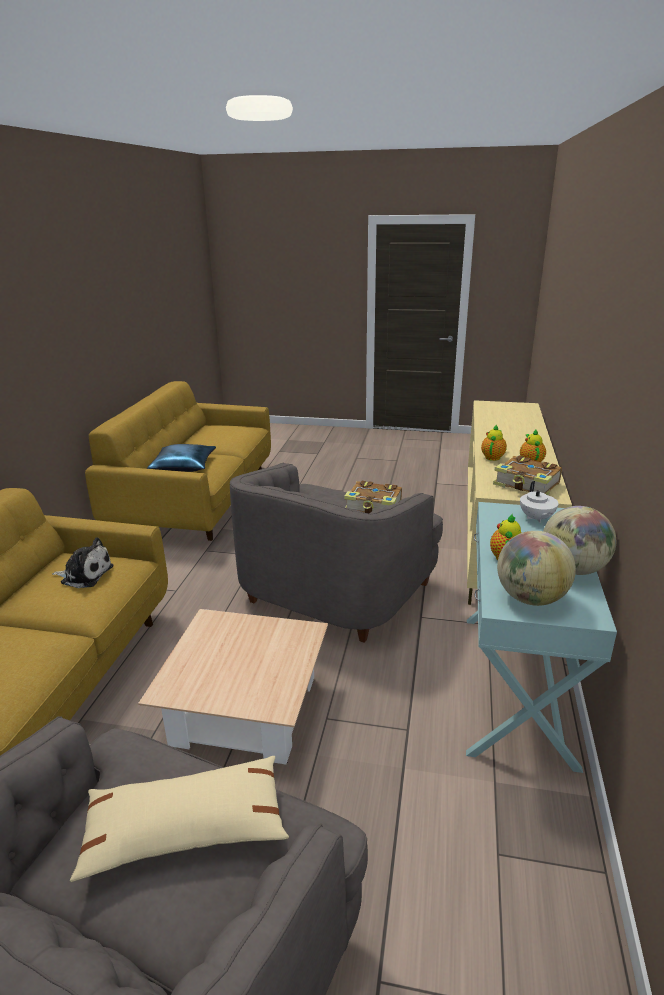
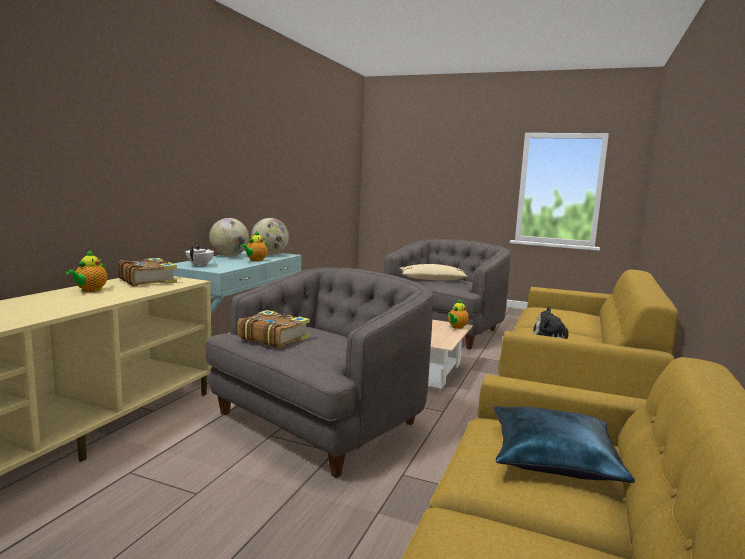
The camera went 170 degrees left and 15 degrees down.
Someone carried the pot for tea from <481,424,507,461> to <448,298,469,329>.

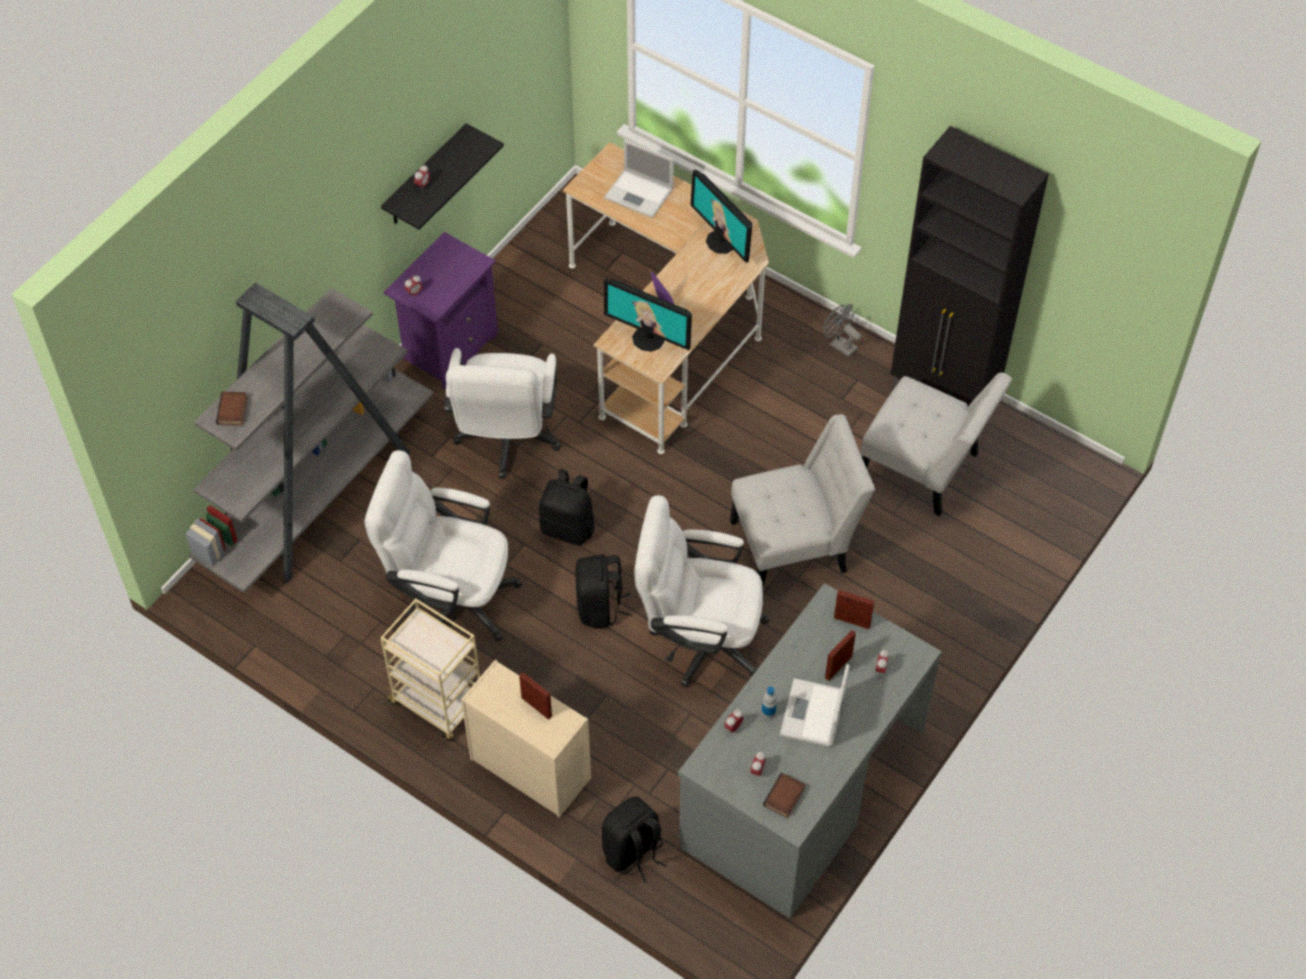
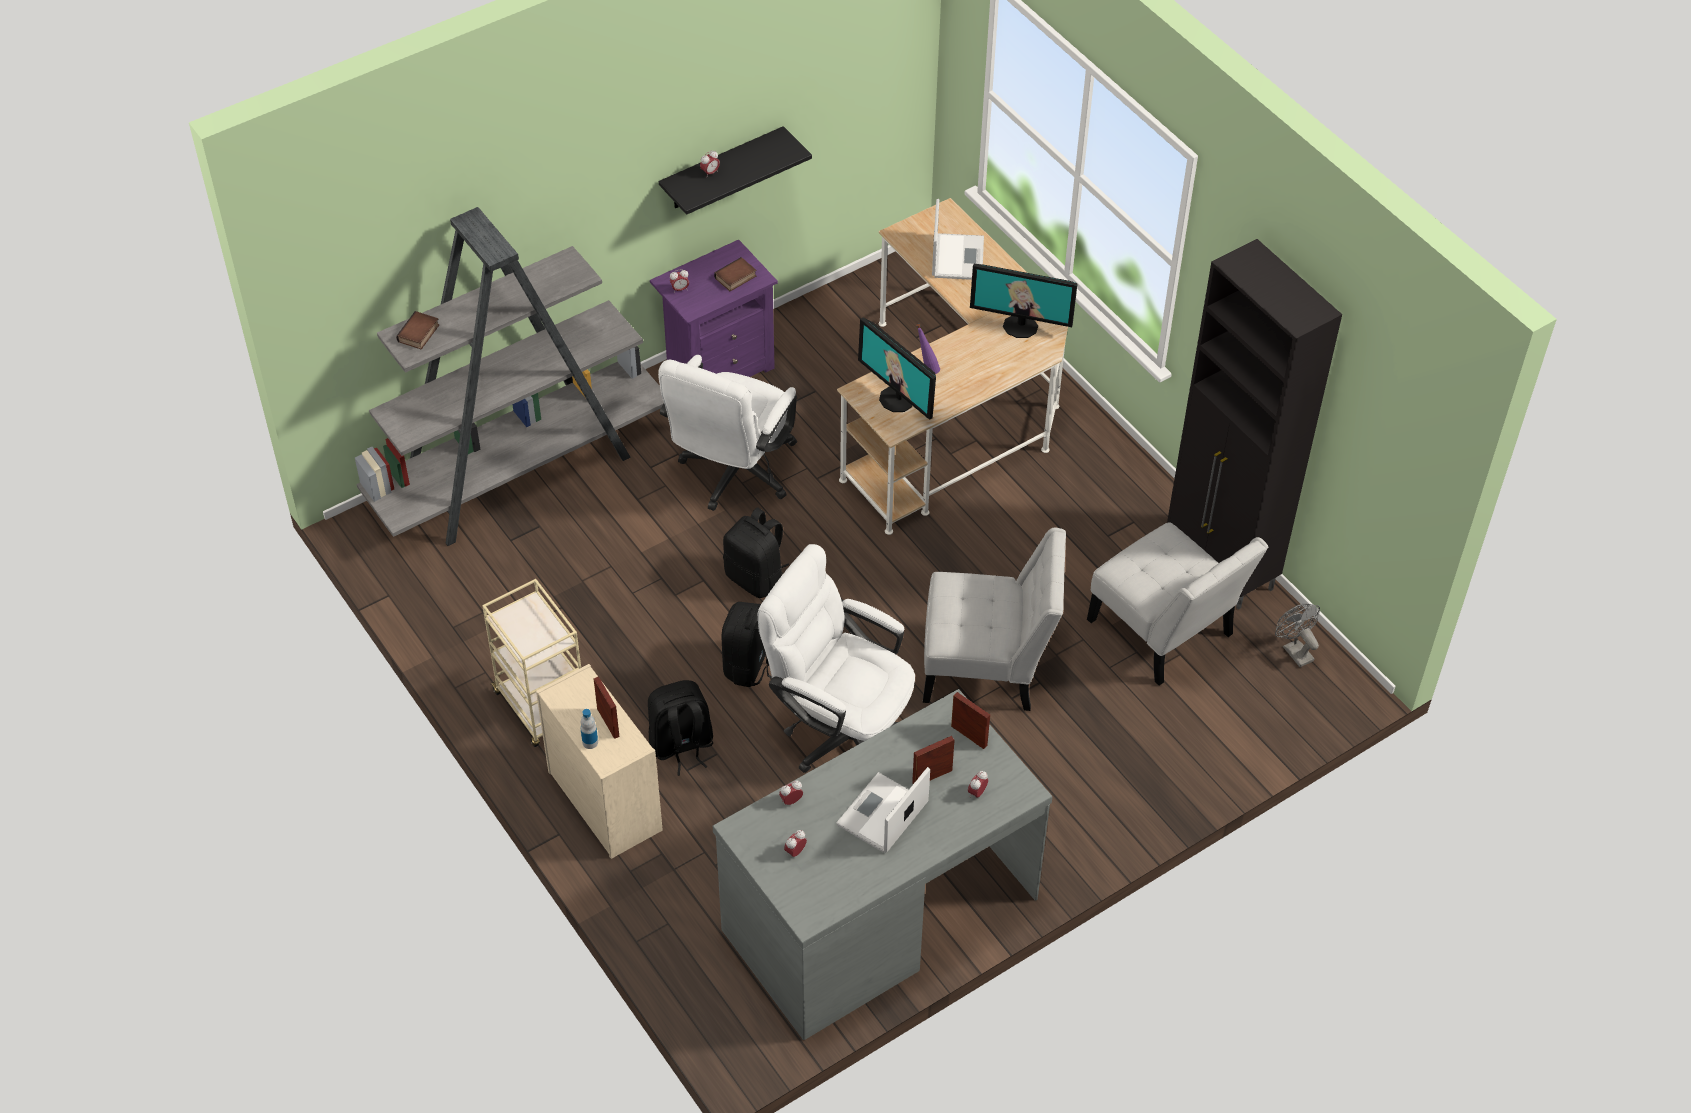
The camera went 20 degrees right and 5 degrees down.
Someone rotated the laptop at <604,140,674,218> by 135 degrees counterclockwise.
Someone rotated the computer display at <691,169,752,263> by 60 degrees counterclockwise.
Someone carried the gray cooling fan from <823,304,861,357> to <1275,604,1320,667>.
Someone took away the whitish desk chair at <365,450,522,642>.
Someone carried the drink bottle from <761,686,777,719> to <580,709,598,749>.
Someone carried the book from <763,773,805,818> to <714,257,757,291>.
Someone carried the black-coloured backpack from <602,797,666,883> to <648,680,713,776>.

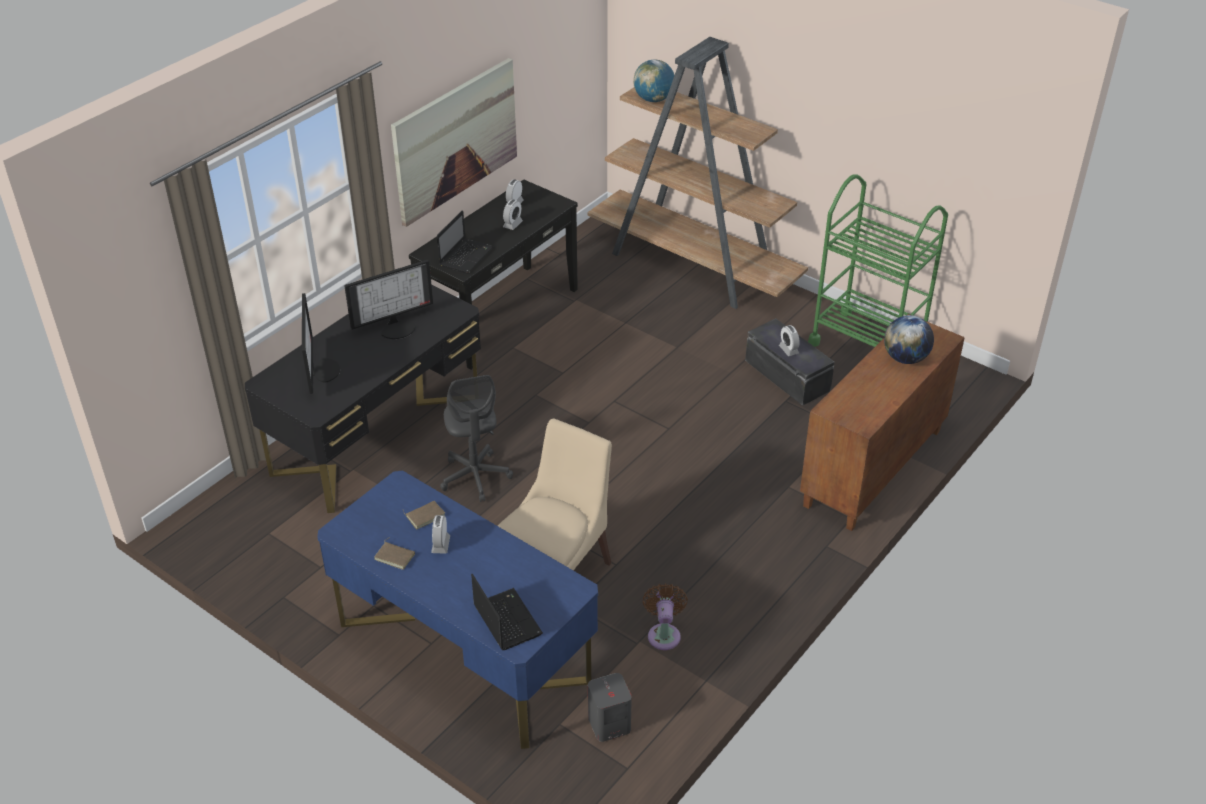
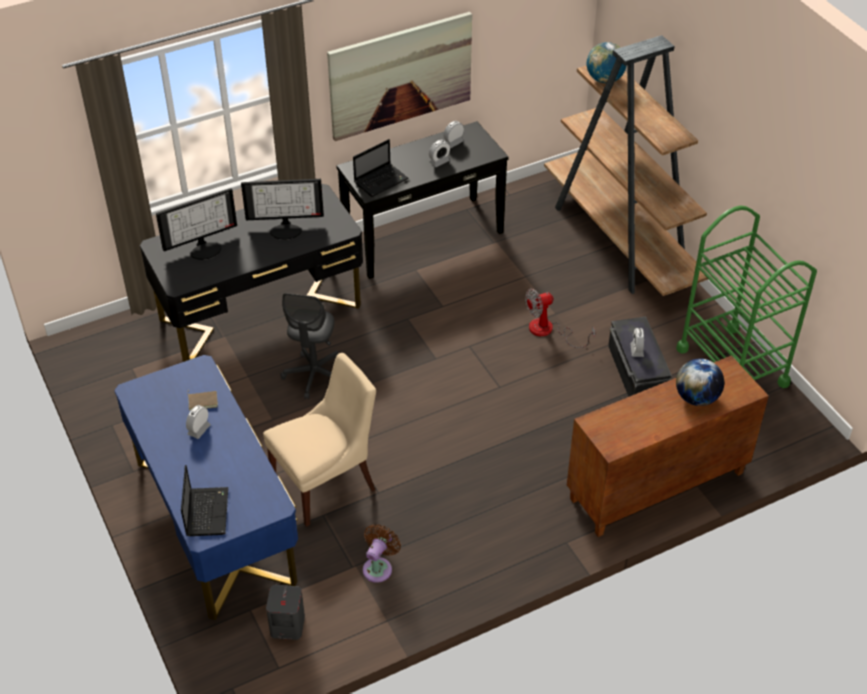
The camera went 25 degrees right and 5 degrees up.
Someone rotated the computer display at <302,293,340,394> by 45 degrees clockwise.
Someone took away the brown book at <374,537,415,570>.
Someone put down the cooling fan at <525,289,596,348>.

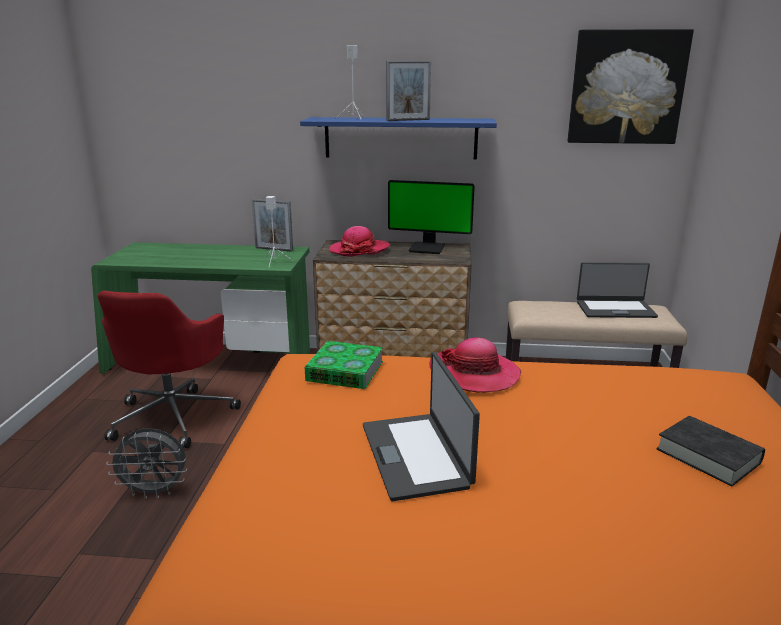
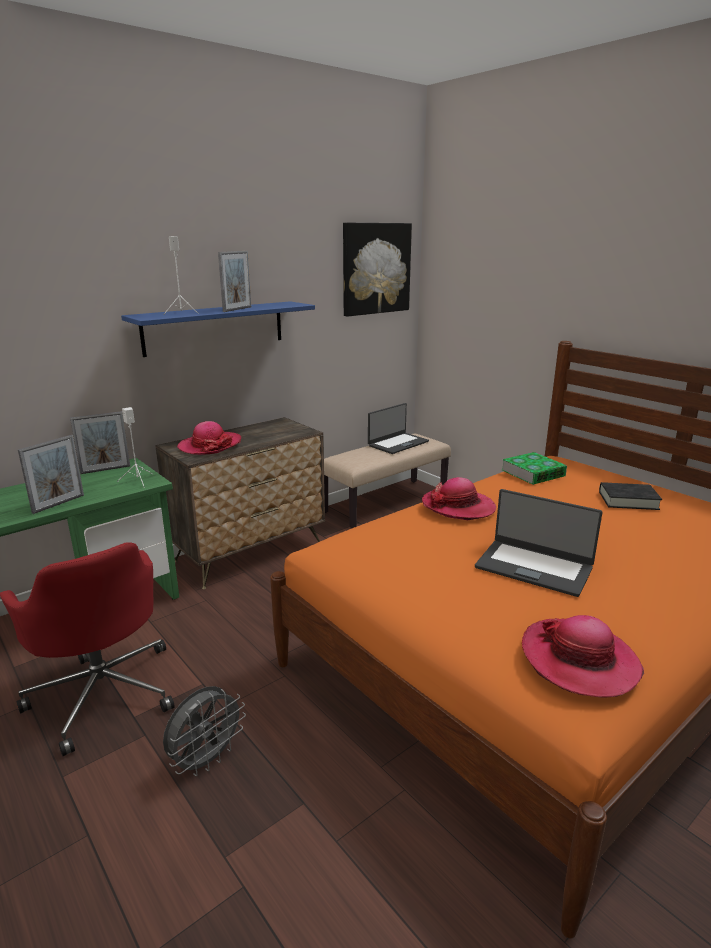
The camera went 45 degrees left and 0 degrees up.
Someone took away the computer display at <388,180,475,254>.
Someone carried the book from <305,341,383,389> to <502,452,567,485>.
Someone put down the standing frame at <18,435,84,514>.
Someone put down the hat at <522,615,644,698>.

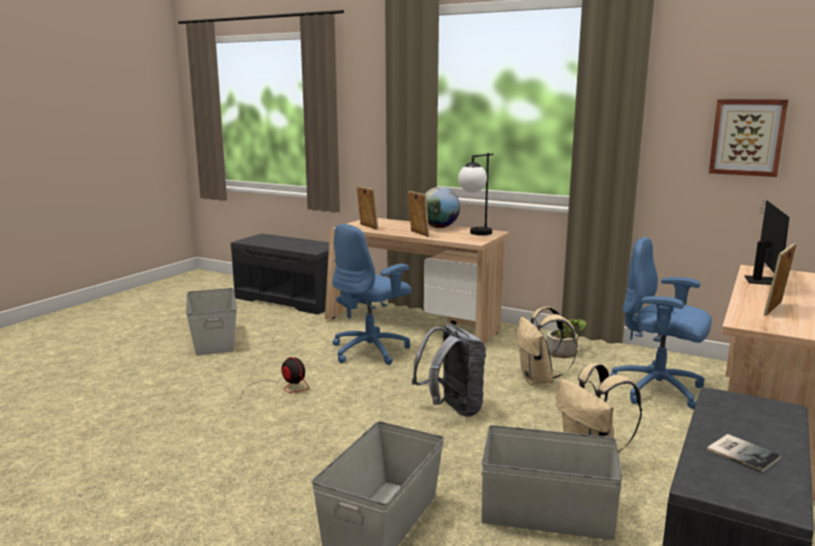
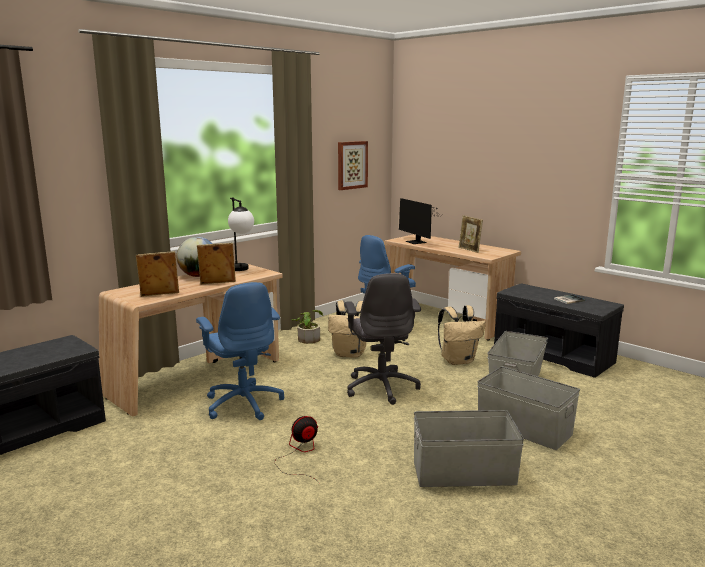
The camera went 75 degrees left and 0 degrees up.
Someone rotated the computer display at <745,200,789,285> by 150 degrees counterclockwise.
Someone carried the gray storage container from <186,288,237,355> to <414,410,524,487>.
Someone swapped the gray backpack at <412,324,486,417> for the gray desk chair at <344,273,421,405>.

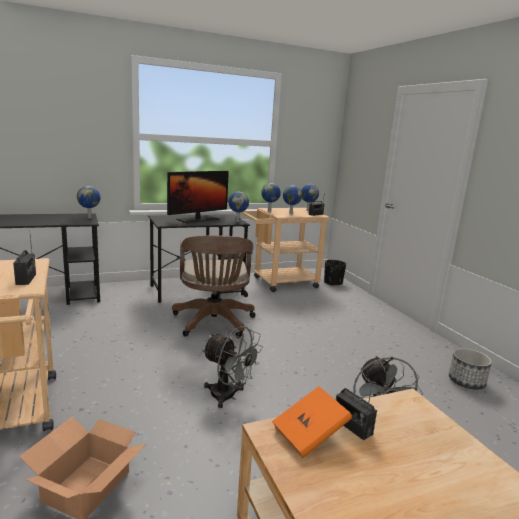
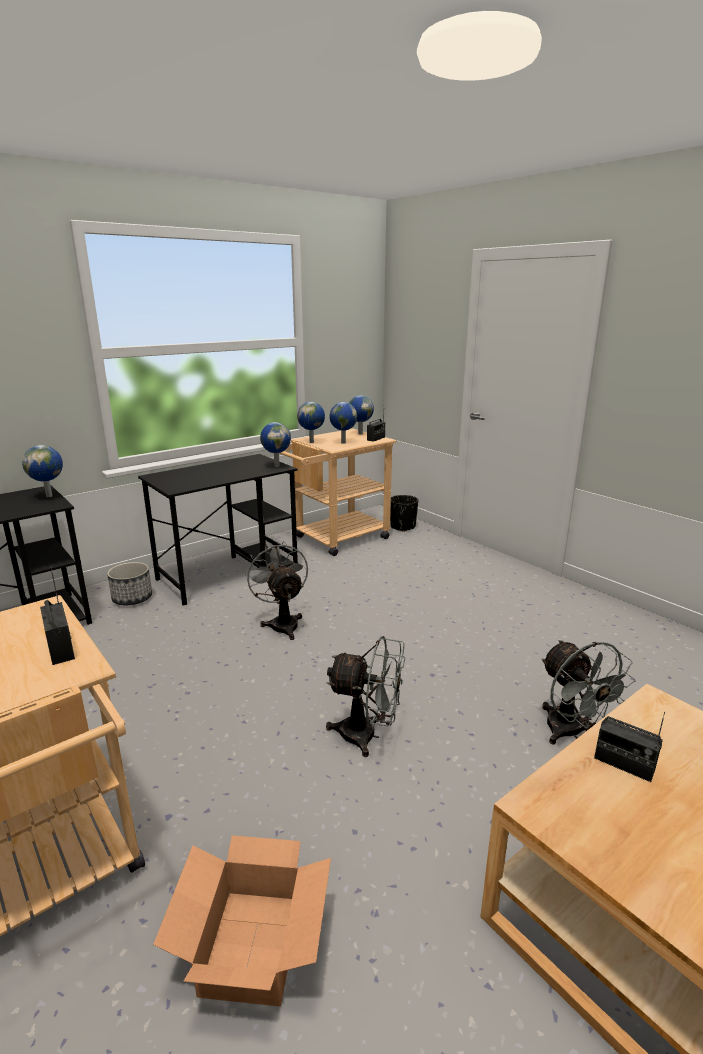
The camera went 15 degrees left and 5 degrees up.
Someone took away the computer display at <167,171,229,223>.
Someone swapped the brown desk chair at <172,235,255,338> for the gray cooling fan at <244,541,308,640>.
Someone carried the planter from <449,348,492,389> to <107,562,152,605>.
Someone took away the orange-coloured book at <272,386,352,459>.

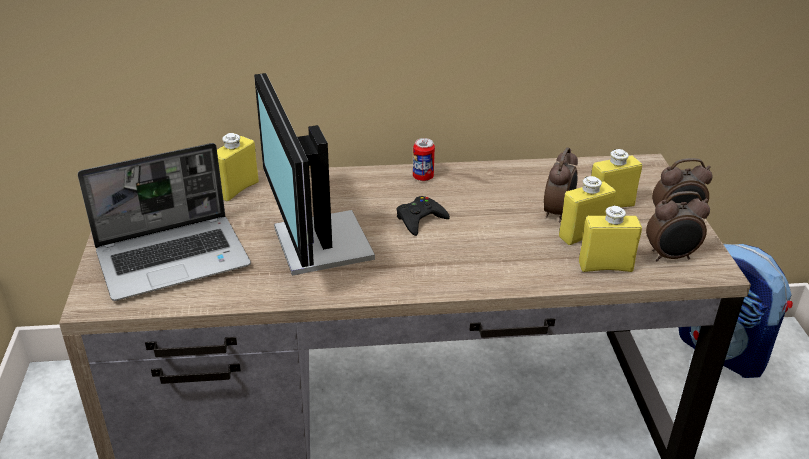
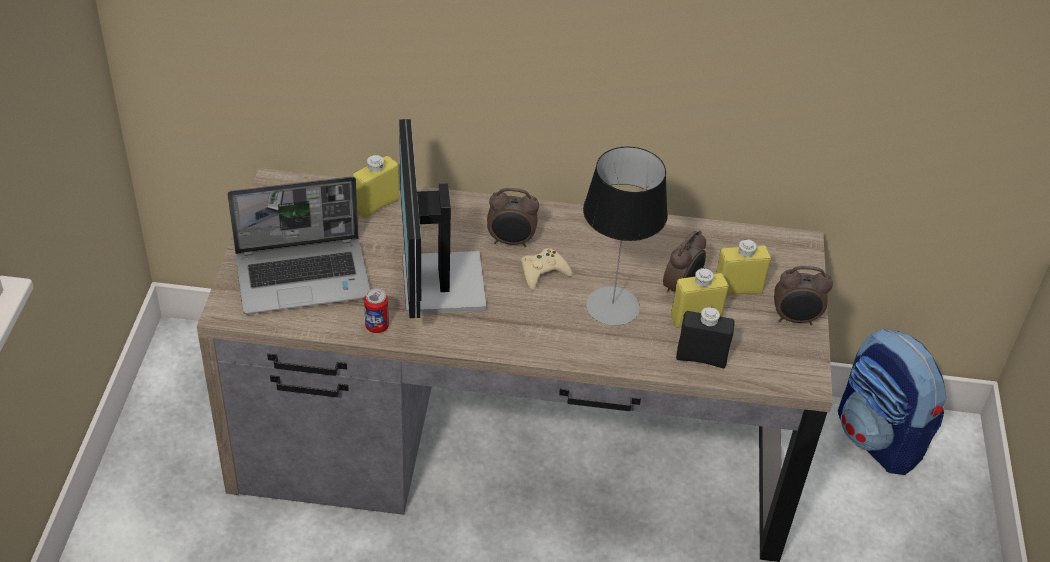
The camera went 10 degrees right and 10 degrees up.
Someone carried the metal can from <413,138,435,181> to <364,288,389,333>.
Someone carried the alarm clock from <646,191,710,261> to <487,188,539,247>.
Someone repainted the black-coloured joypad at <397,196,450,236>, which became the sand-coloured joypad at <521,248,572,291>.
Someone repainted the yellow-coloured drink bottle at <579,205,642,272>, which became the black-coloured drink bottle at <676,306,735,368>.
Someone put down the tabletop lamp at <583,147,668,326>.

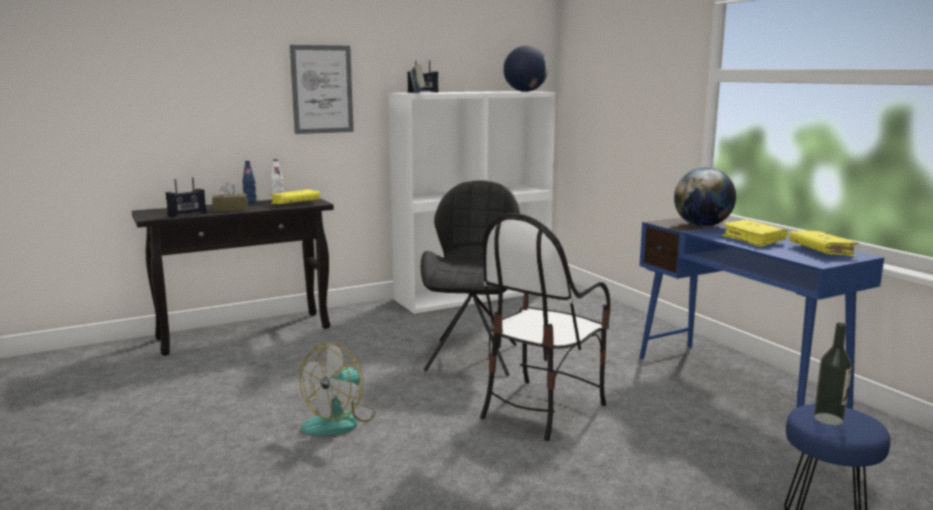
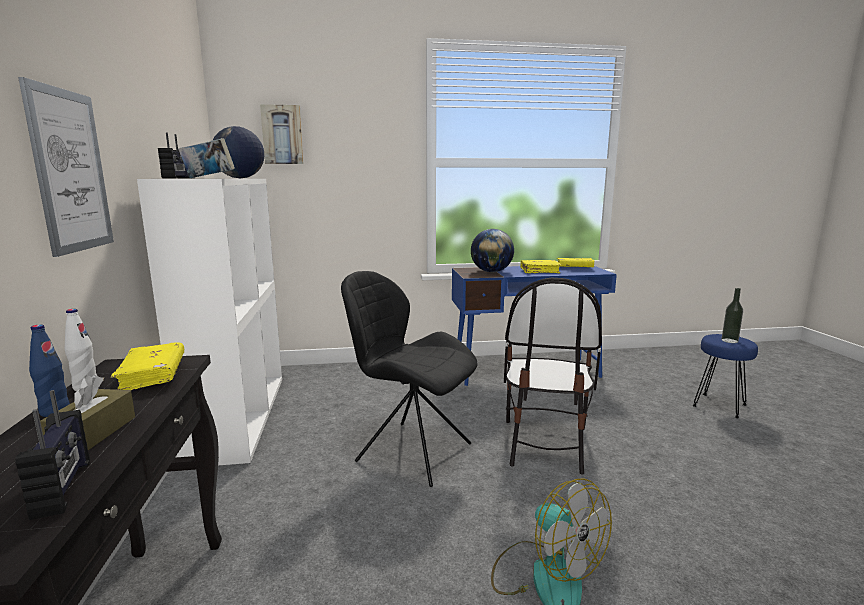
The camera went 70 degrees left and 0 degrees up.
Someone rotated the upright chair at <480,213,611,441> by 45 degrees clockwise.
Someone put up the wall art at <260,104,304,164>.

